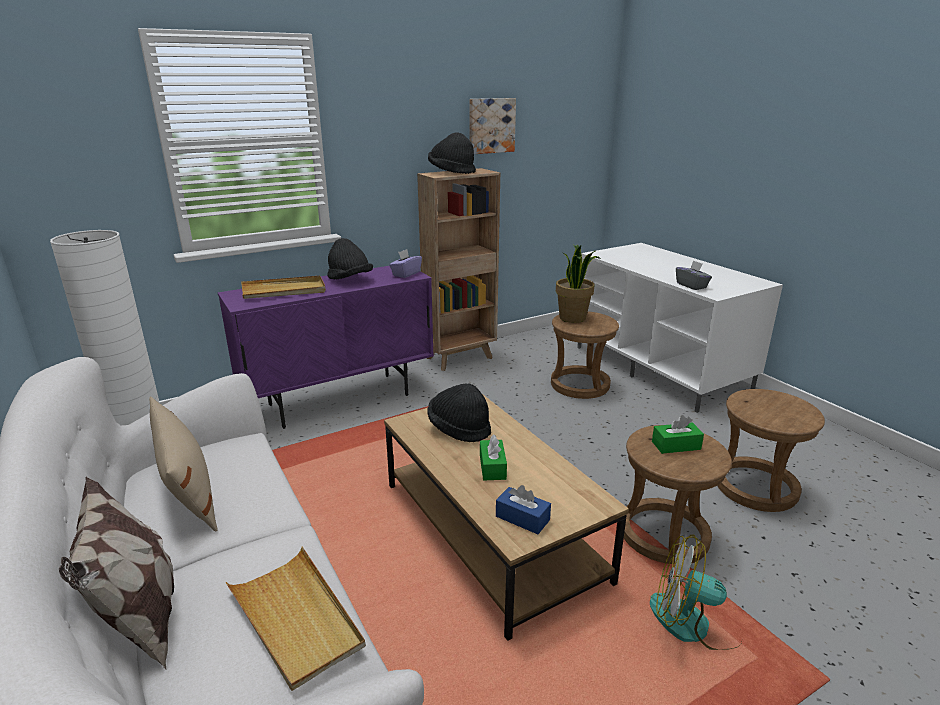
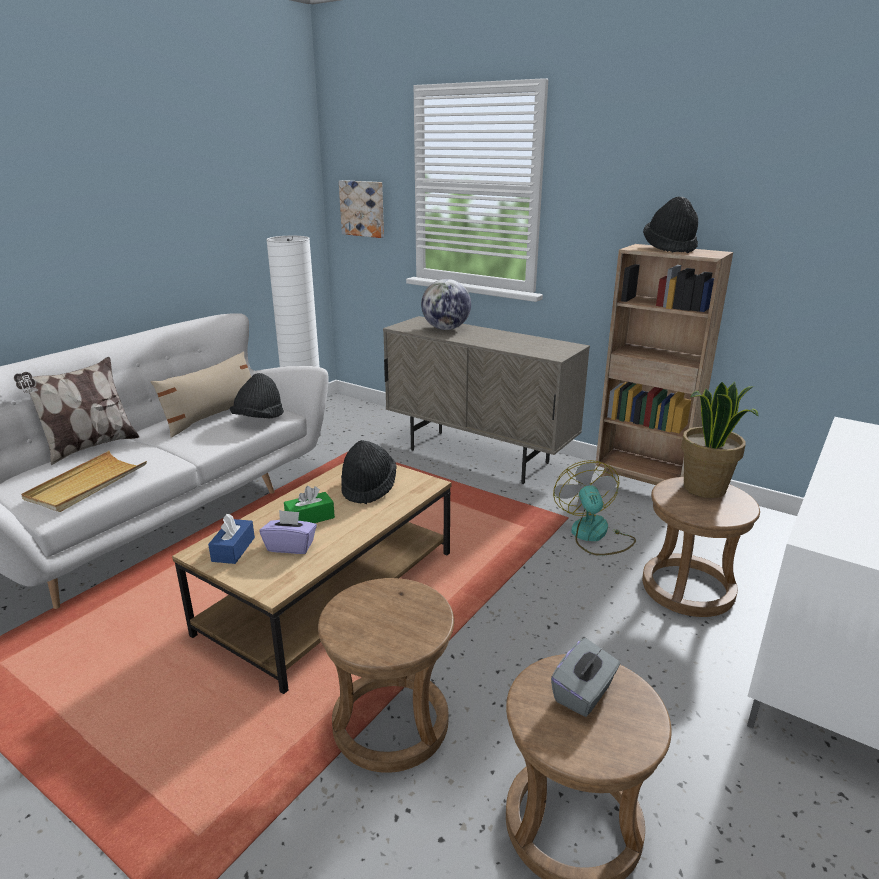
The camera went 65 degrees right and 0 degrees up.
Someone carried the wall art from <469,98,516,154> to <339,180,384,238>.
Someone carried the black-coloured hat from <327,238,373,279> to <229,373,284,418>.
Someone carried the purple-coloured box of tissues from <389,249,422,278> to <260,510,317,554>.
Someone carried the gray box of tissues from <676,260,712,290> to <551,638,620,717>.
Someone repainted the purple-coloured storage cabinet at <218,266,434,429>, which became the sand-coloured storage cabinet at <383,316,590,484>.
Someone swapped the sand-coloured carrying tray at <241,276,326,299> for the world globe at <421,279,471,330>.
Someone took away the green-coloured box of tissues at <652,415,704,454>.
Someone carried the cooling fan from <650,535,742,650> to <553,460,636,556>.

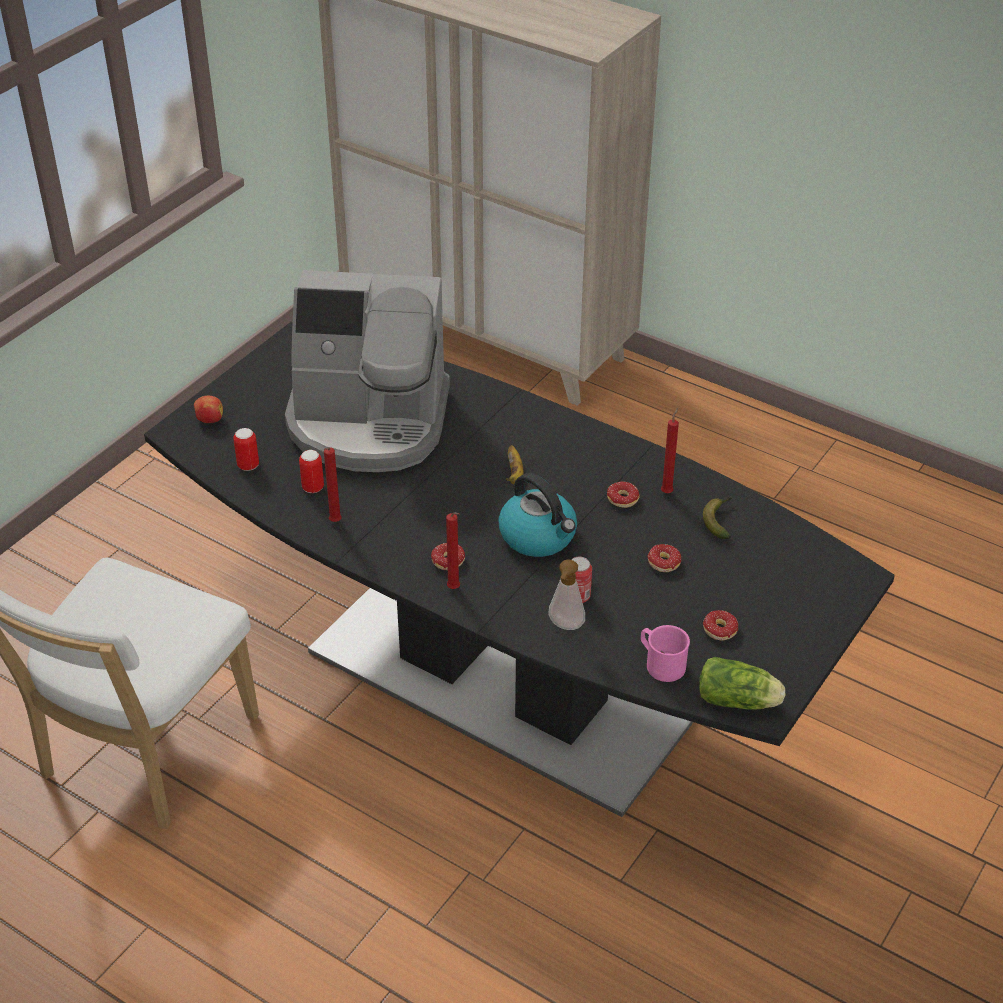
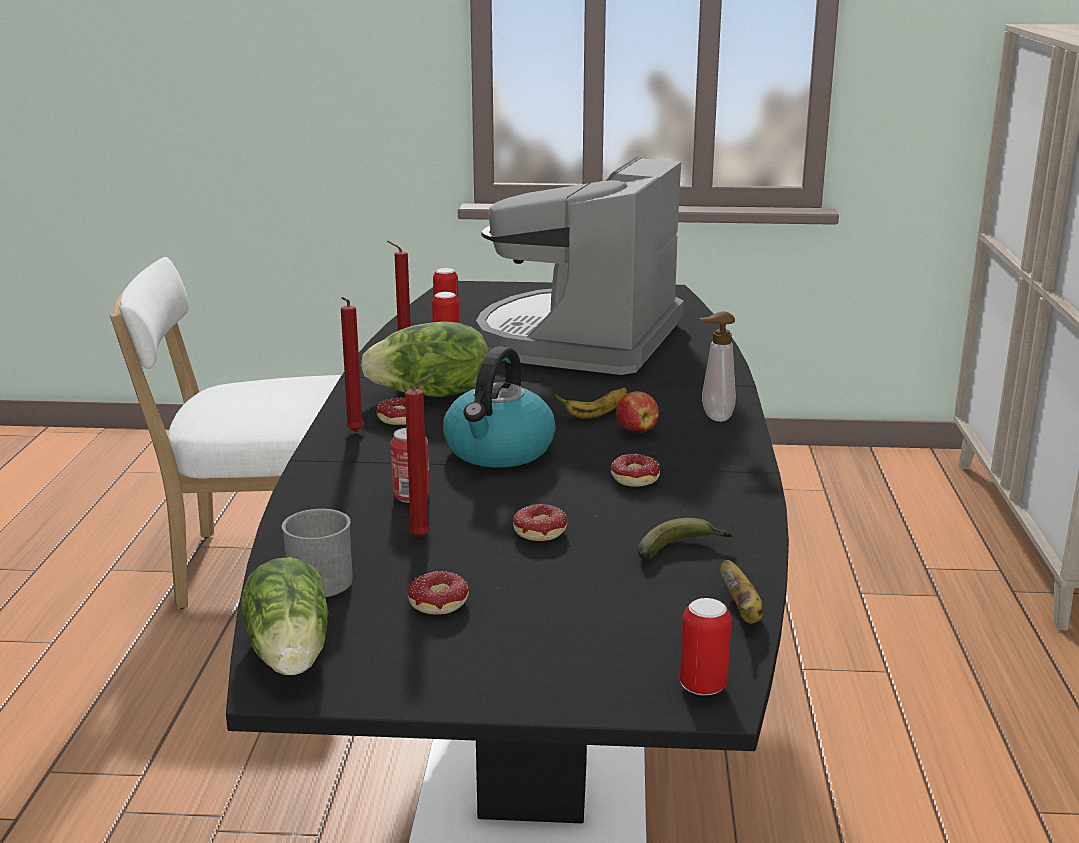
The camera went 60 degrees right and 20 degrees down.
Someone rotated the coffee maker at <285,270,450,472> by 45 degrees clockwise.
Someone carried the apple from <194,396,223,423> to <616,391,659,433>.
Someone carried the reddish candle from <661,408,679,493> to <405,374,433,538>.
Someone carried the soap dispenser from <548,559,585,630> to <700,311,736,422>.
Someone repainted the pinkish tea mug at <641,625,690,682>, which became the gray tea mug at <282,509,353,597>.
Someone put down the lettuce at <361,321,489,397>.
Someone put down the banana fruit at <720,560,763,624>.
Someone put down the metal can at <680,598,731,696>.

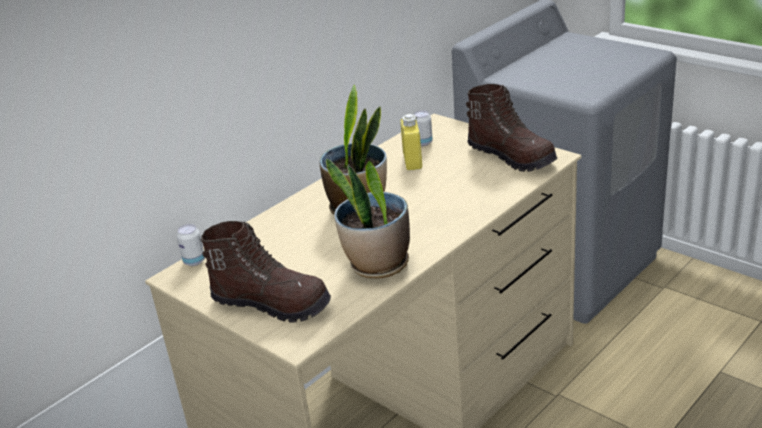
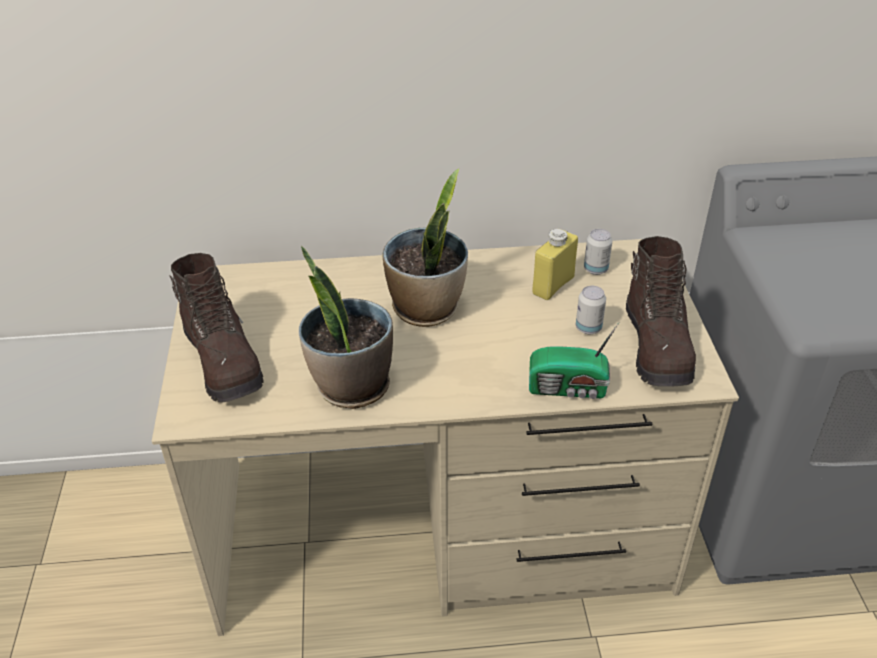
The camera went 40 degrees right and 10 degrees up.
Someone carried the metal can from <177,224,205,266> to <576,286,606,334>.
Someone put down the radio receiver at <529,323,619,399>.

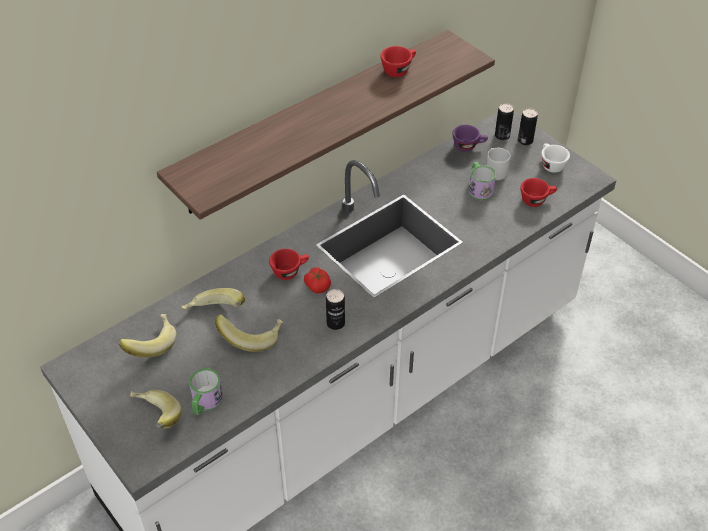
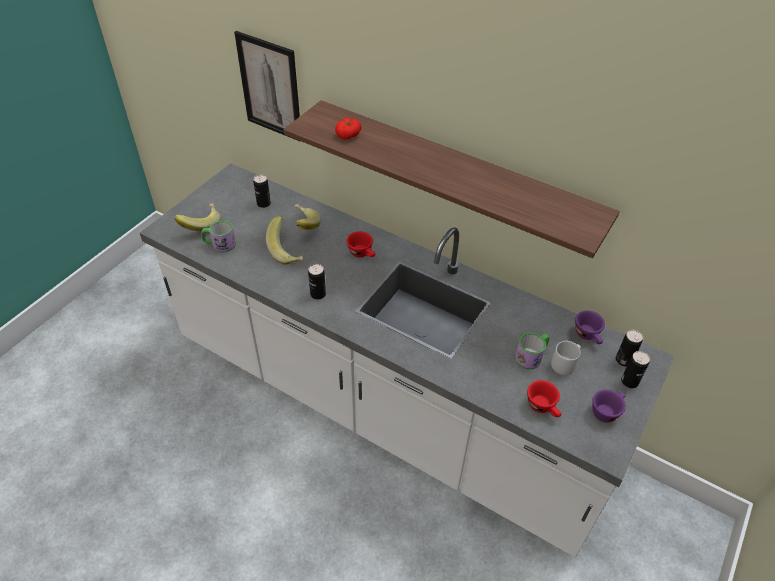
The camera went 70 degrees right and 0 degrees up.
Someone took away the reddish small cup at <380,46,416,77>.
Someone repainted the whitish small cup at <541,143,570,173>, which became the purple-coloured small cup at <592,390,626,423>.
Someone carried the whole tomato from <304,267,331,293> to <335,118,361,139>.
Someone swapped the banana fruit at <119,314,177,358> for the metal can at <253,174,271,208>.
Someone put up the wall art at <234,31,300,141>.

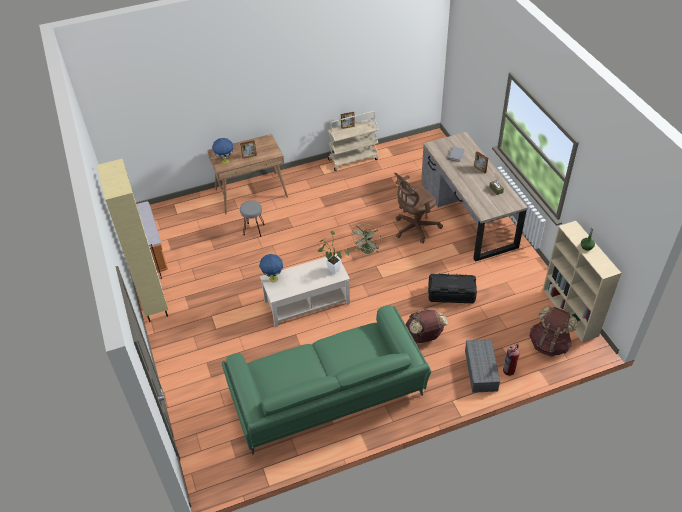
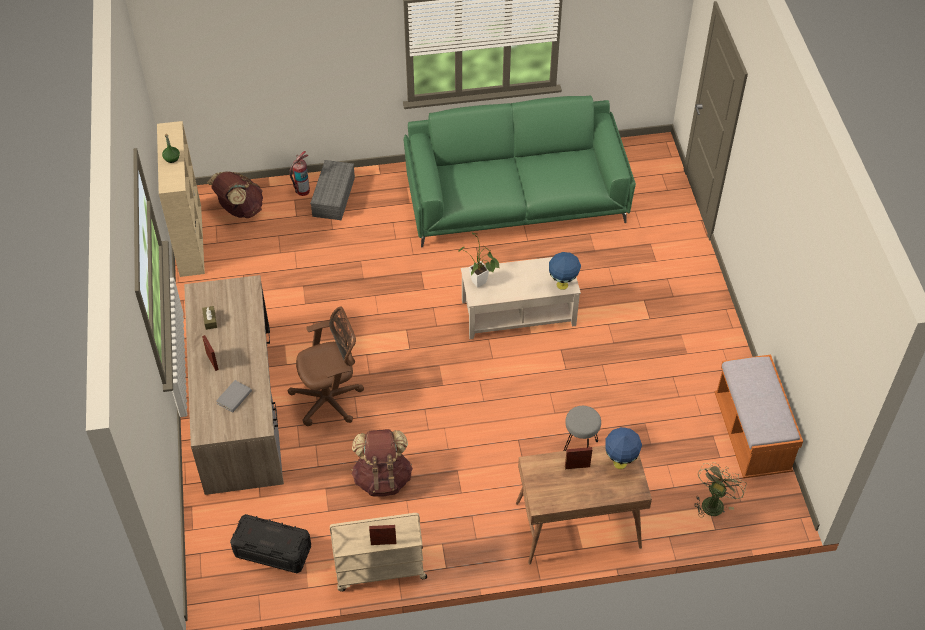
The camera went 170 degrees left and 5 degrees up.
Someone took away the sand-coloured storage cabinet at <97,159,168,322>.
Someone carried the green-coloured cooling fan from <351,224,381,254> to <694,462,747,518>.
Someone carried the black-coloured storage container from <428,273,477,303> to <230,514,311,573>.
Someone carried the brown backpack from <406,309,448,343> to <351,429,413,496>.

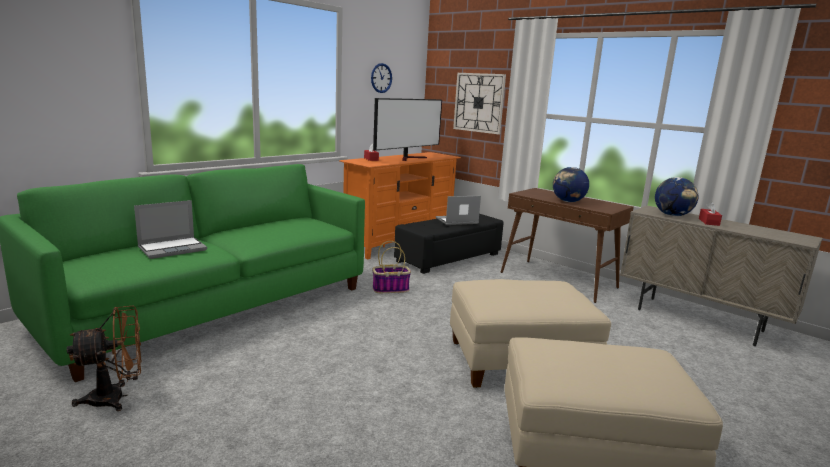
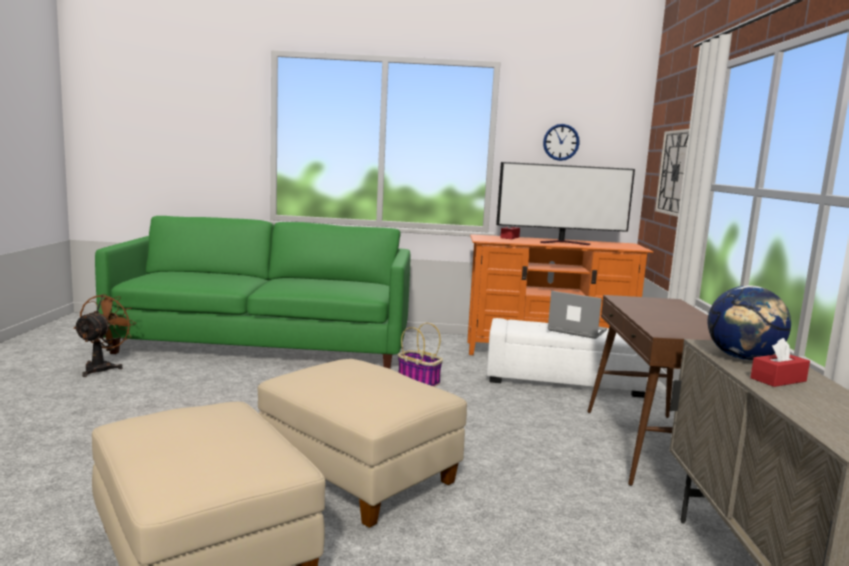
The camera went 50 degrees right and 5 degrees down.
Someone took away the world globe at <553,167,589,202>.
Someone took away the laptop at <134,200,207,259>.
Someone repainted the black-coloured ottoman at <394,214,504,274>, which became the whitish ottoman at <487,318,650,398>.
Someone rotated the brown cooling fan at <67,306,142,411> by 105 degrees counterclockwise.

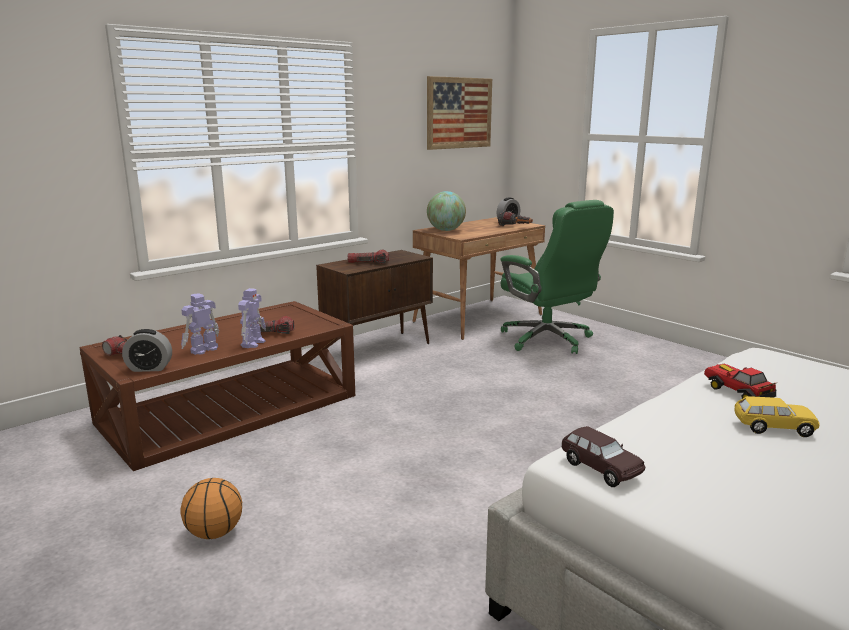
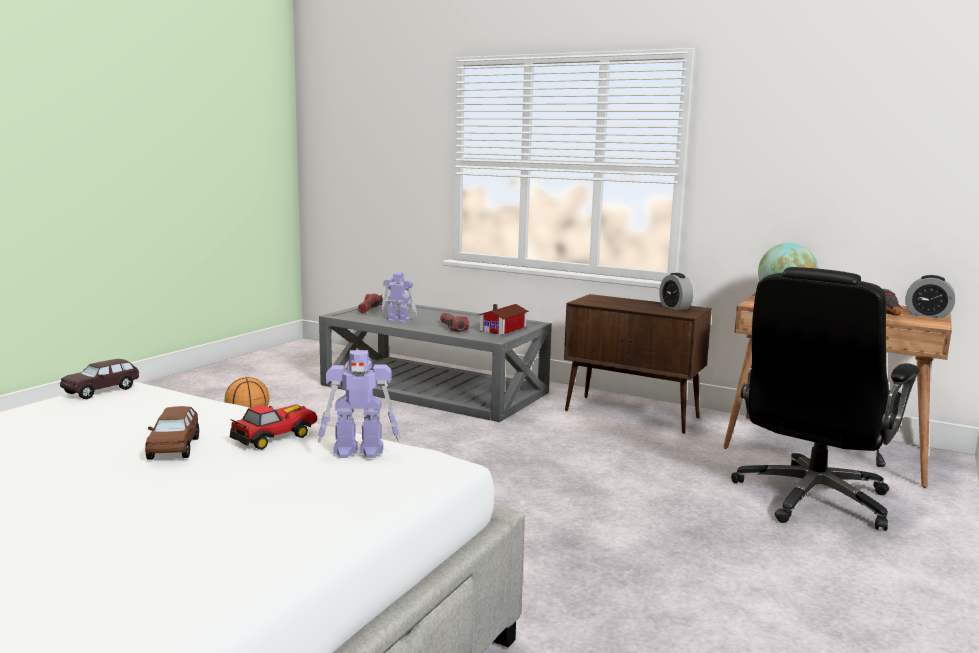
The camera went 70 degrees right and 5 degrees down.
Someone took away the wall art at <427,76,492,150>.
Someone repainted the green-coloured desk chair at <500,200,614,354>, which became the black-coloured desk chair at <731,267,920,531>.
Someone took away the torch at <348,250,389,264>.
Someone carried the toy robot from <238,288,266,348> to <318,350,400,458>.
Someone repainted the brown coffee table at <80,301,355,471>, which became the gray coffee table at <319,301,552,422>.
Someone carried the alarm clock from <122,329,172,372> to <659,273,693,310>.
Someone repainted the yellow-coloured miniature car at <734,396,820,437>, which became the brown miniature car at <145,406,199,460>.
Someone put down the miniature house at <479,304,529,335>.

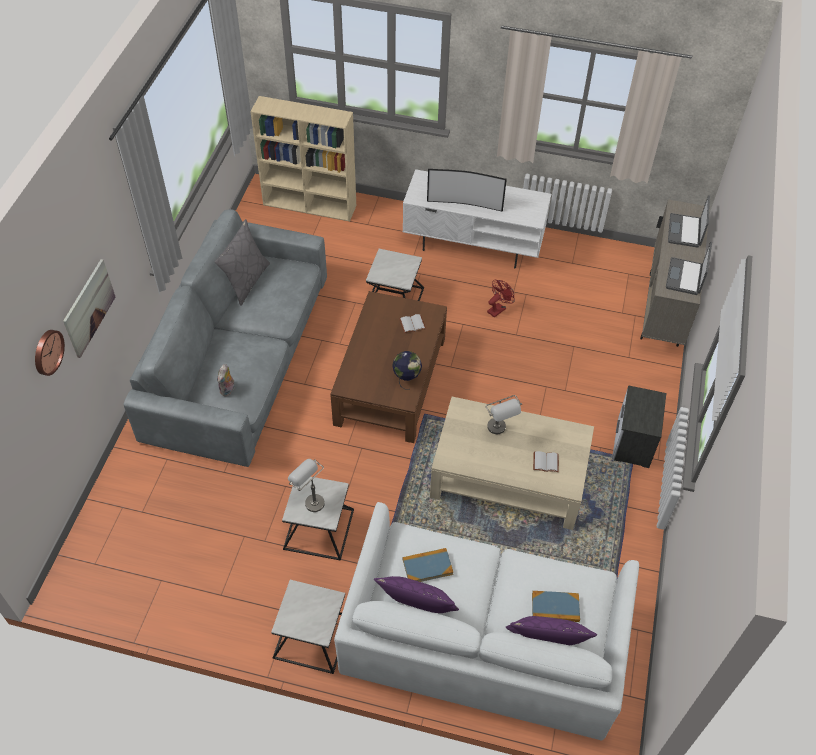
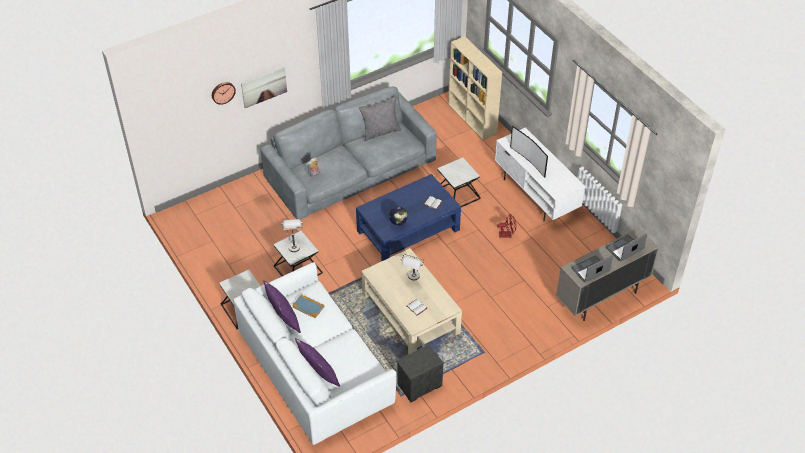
The camera went 45 degrees right and 5 degrees down.
Someone repainted the brown coffee table at <330,291,447,443>, which became the blue coffee table at <356,174,461,261>.
Someone carried the nightstand from <612,385,666,468> to <396,344,444,402>.
Someone took away the book at <532,591,580,622>.

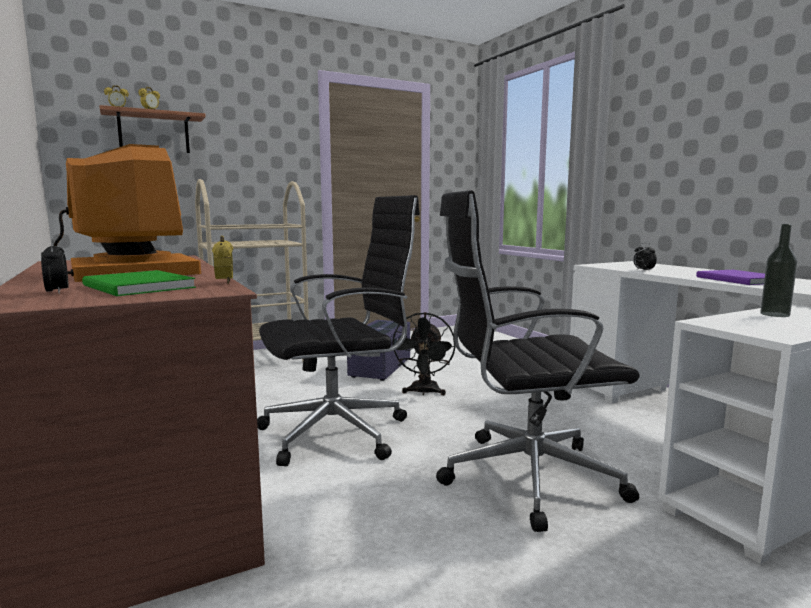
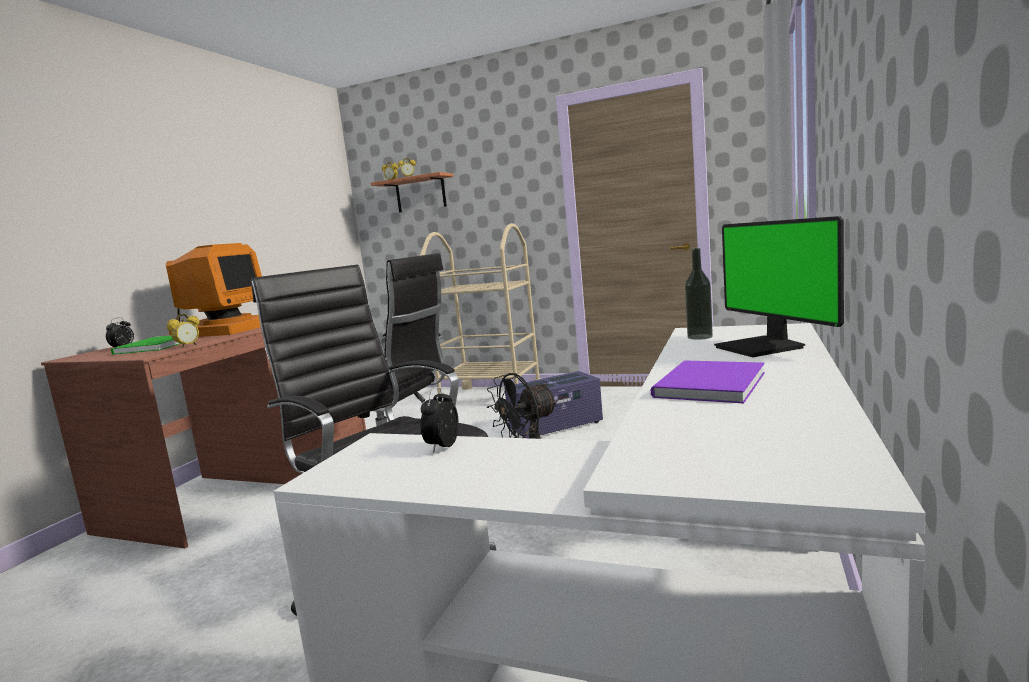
The camera went 50 degrees right and 0 degrees up.
Someone carried the drink bottle from <760,224,797,317> to <685,248,713,340>.
Someone carried the alarm clock from <633,243,657,272> to <421,387,459,453>.
Someone put down the computer display at <714,216,844,357>.

